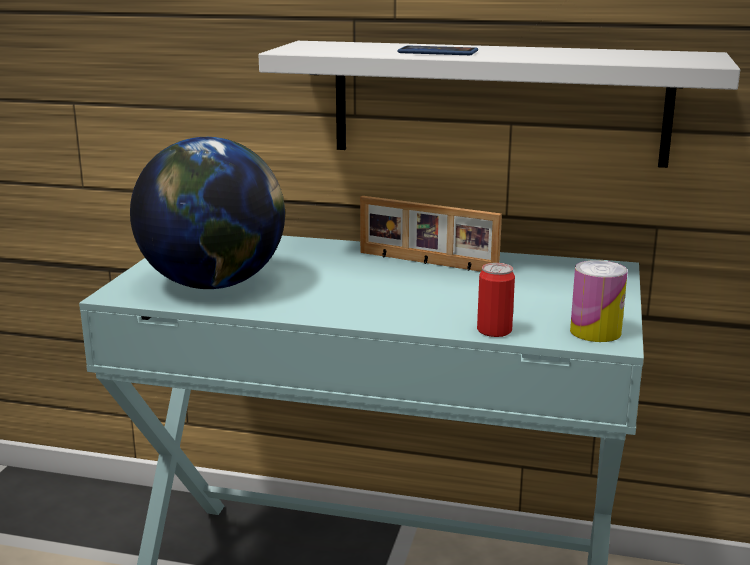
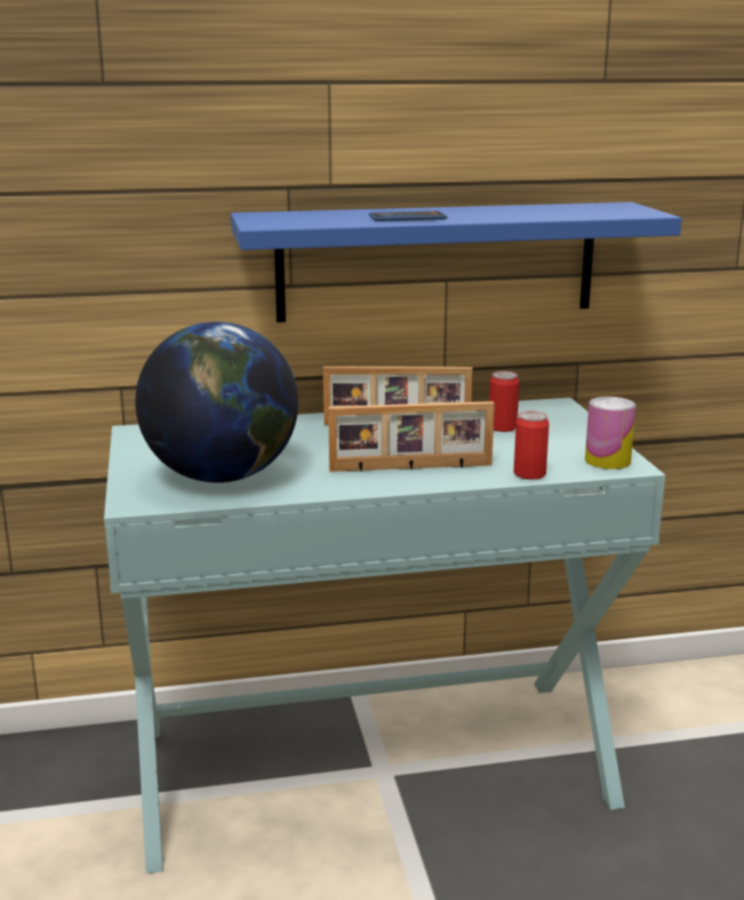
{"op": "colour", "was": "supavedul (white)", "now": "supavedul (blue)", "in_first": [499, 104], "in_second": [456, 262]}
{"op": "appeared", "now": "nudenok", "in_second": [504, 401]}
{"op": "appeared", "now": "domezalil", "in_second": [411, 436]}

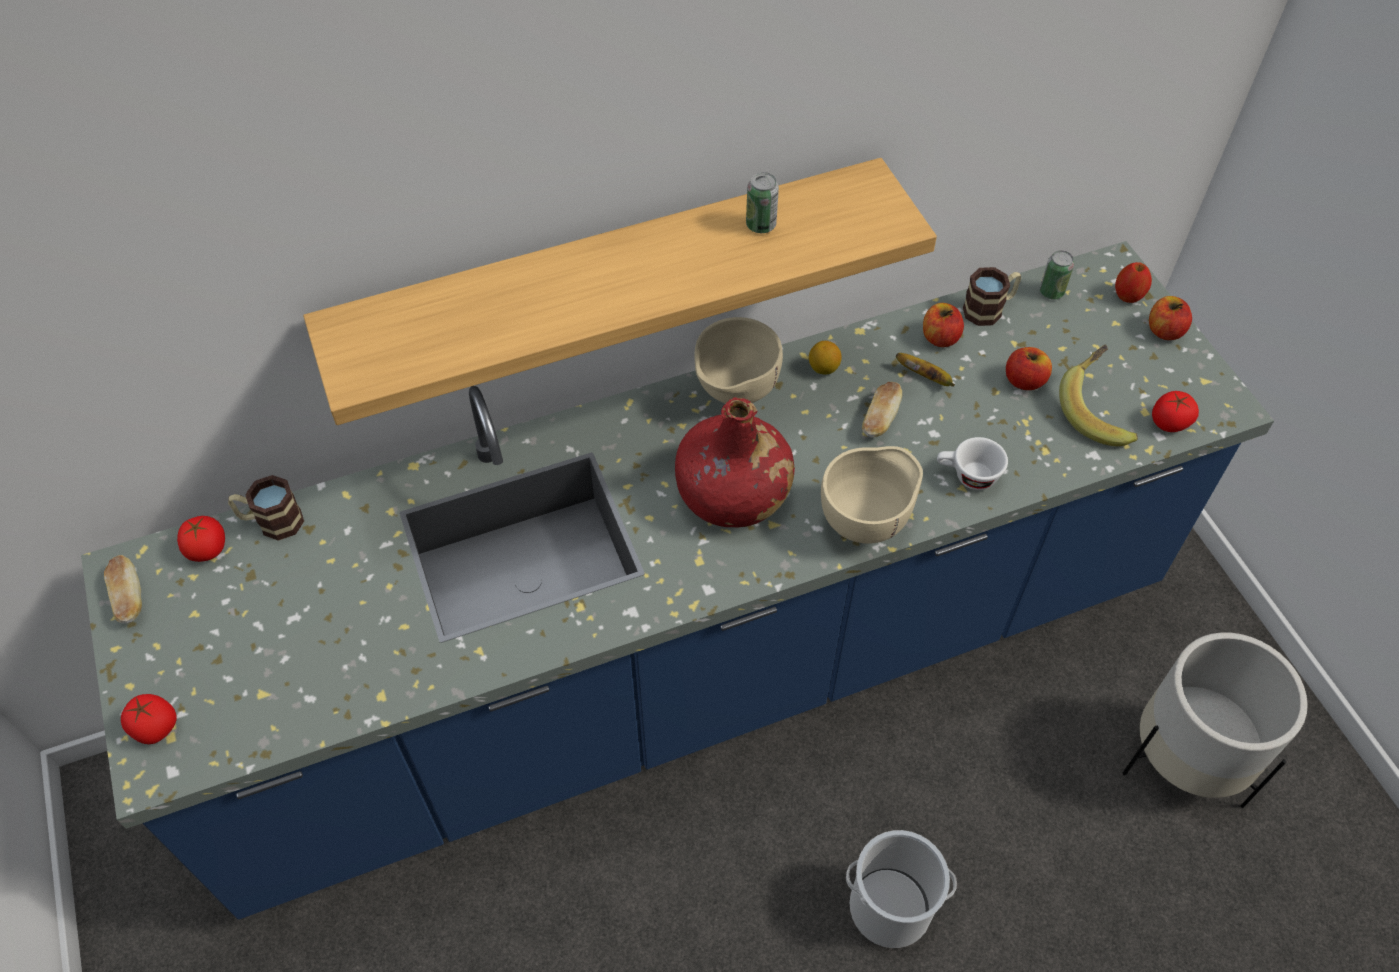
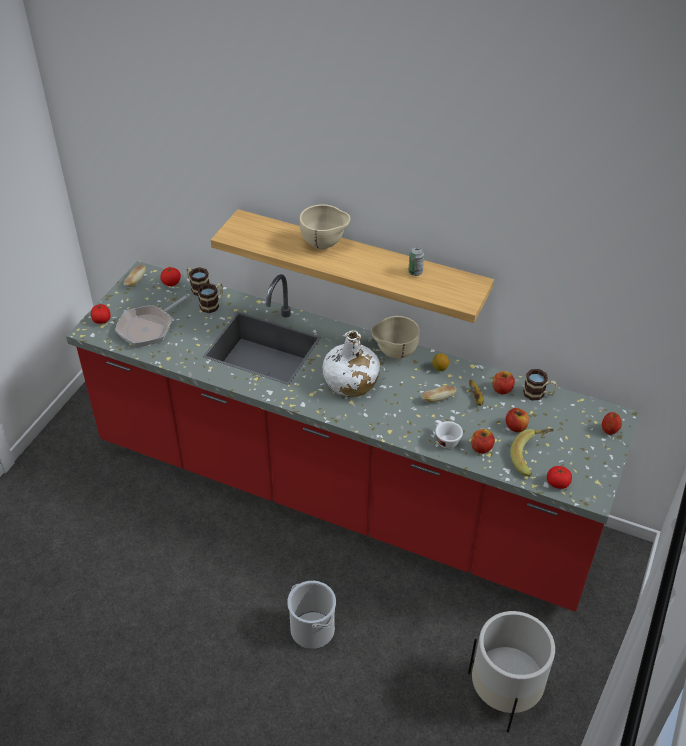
{"op": "colour", "was": "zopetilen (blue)", "now": "zopetilen (red)", "in_first": [677, 580], "in_second": [353, 436]}
{"op": "missing", "was": "nudenok", "in_first": [1057, 275]}
{"op": "relocated", "was": "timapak", "in_first": [1170, 318], "in_second": [483, 441]}
{"op": "colour", "was": "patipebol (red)", "now": "patipebol (white)", "in_first": [735, 462], "in_second": [351, 364]}
{"op": "relocated", "was": "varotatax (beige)", "in_first": [872, 495], "in_second": [324, 226]}
{"op": "appeared", "now": "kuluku", "in_second": [210, 298]}
{"op": "appeared", "now": "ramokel", "in_second": [152, 320]}

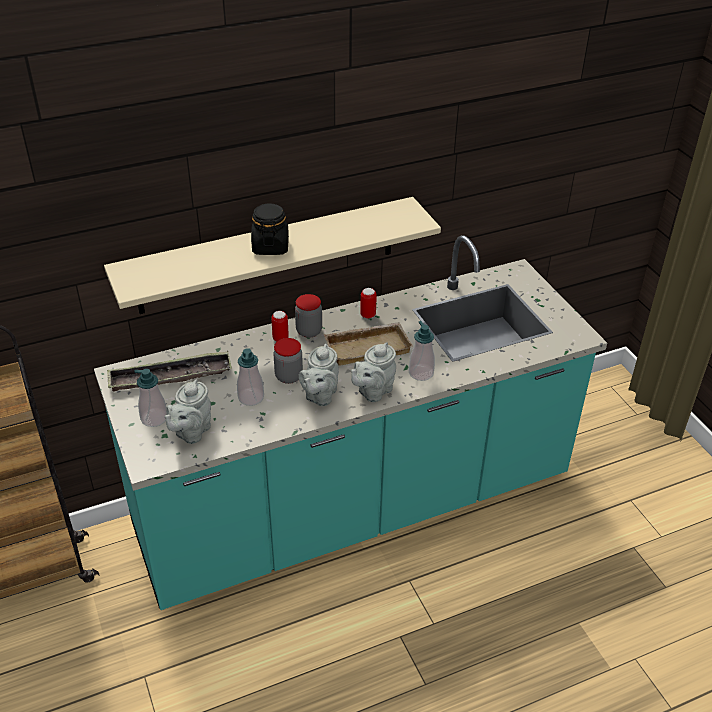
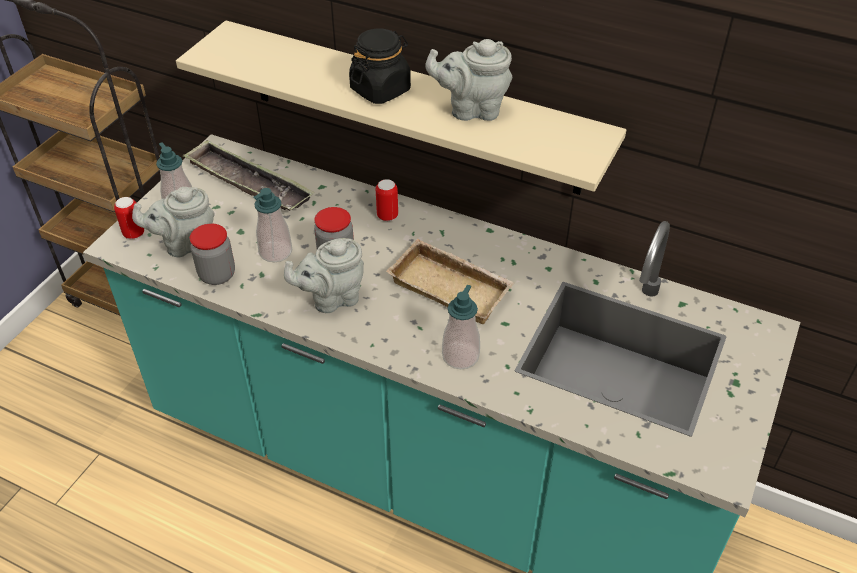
{"op": "relocated", "was": "nudenok", "in_first": [368, 303], "in_second": [129, 218]}
{"op": "relocated", "was": "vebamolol", "in_first": [308, 316], "in_second": [212, 254]}
{"op": "relocated", "was": "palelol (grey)", "in_first": [373, 372], "in_second": [468, 80]}

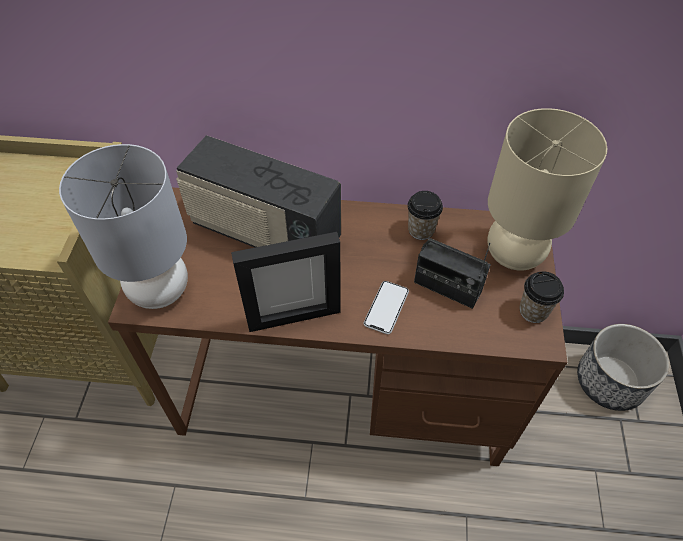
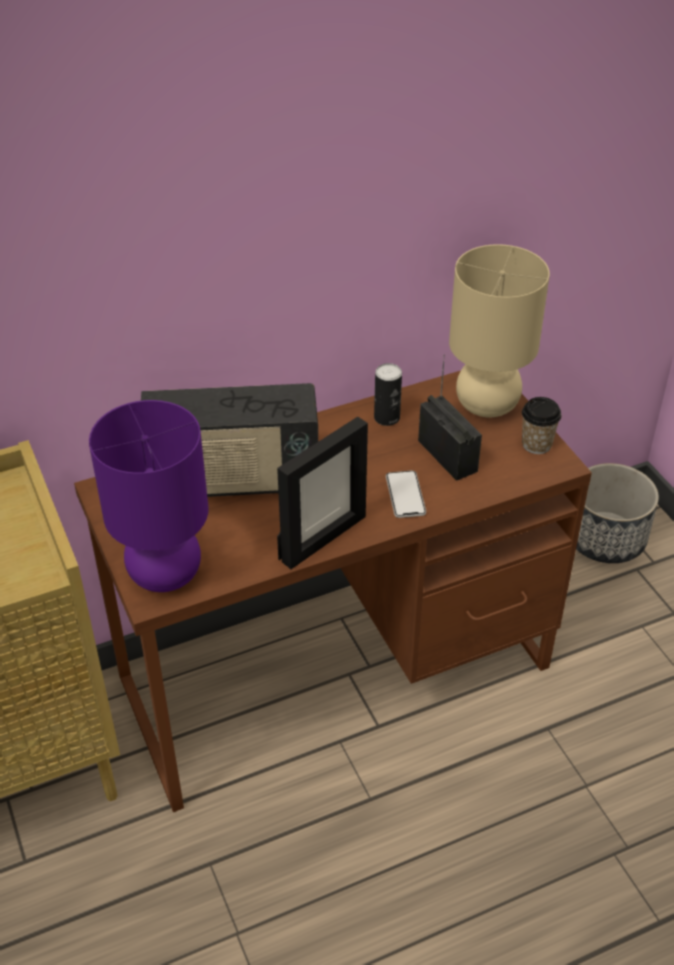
{"op": "colour", "was": "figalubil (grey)", "now": "figalubil (purple)", "in_first": [123, 226], "in_second": [149, 496]}
{"op": "exchanged", "was": "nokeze", "now": "nudenok", "in_first": [425, 215], "in_second": [388, 394]}
{"op": "spun", "was": "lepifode", "in_first": [452, 273], "in_second": [450, 418], "clockwise": -120}

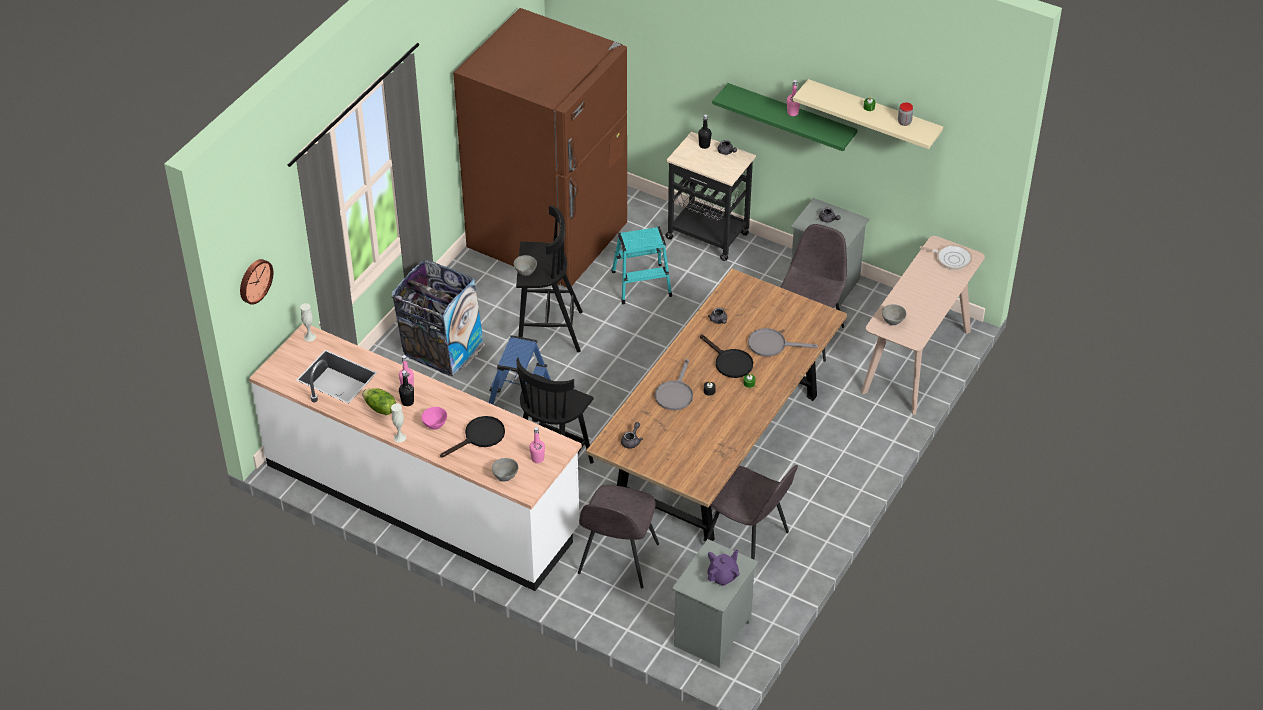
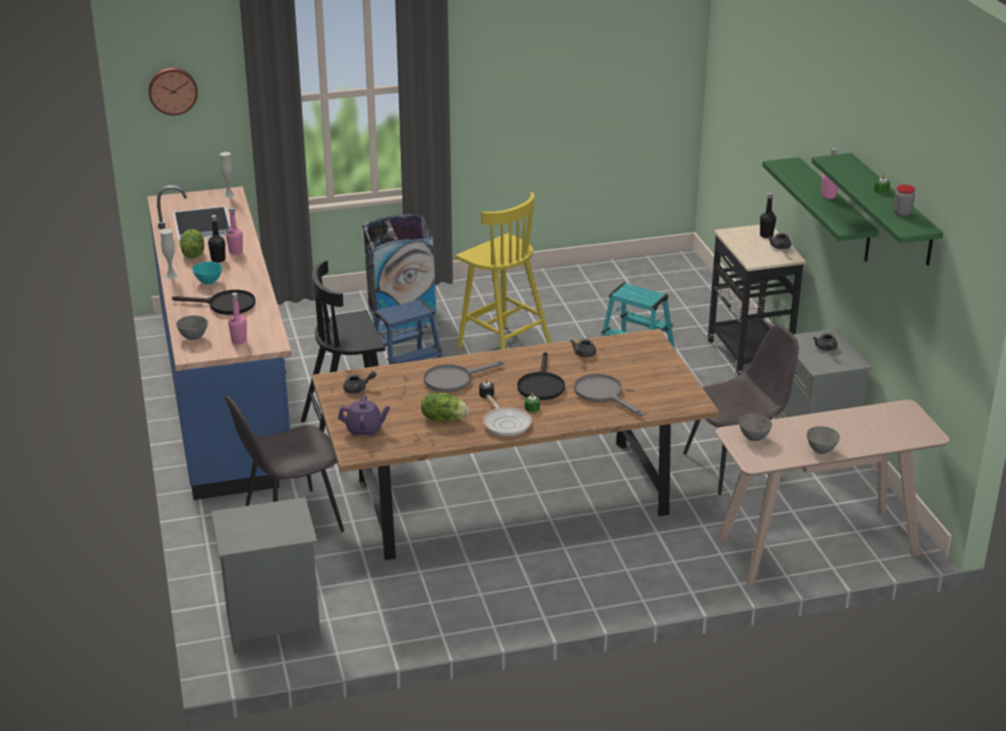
{"op": "missing", "was": "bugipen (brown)", "in_first": [540, 147]}
{"op": "colour", "was": "supavedul (beige)", "now": "supavedul (green)", "in_first": [868, 114], "in_second": [877, 209]}
{"op": "colour", "was": "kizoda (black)", "now": "kizoda (yellow)", "in_first": [549, 279], "in_second": [503, 271]}
{"op": "relocated", "was": "ramokel", "in_first": [946, 257], "in_second": [507, 415]}
{"op": "relocated", "was": "varotatax (grey)", "in_first": [525, 265], "in_second": [823, 440]}
{"op": "colour", "was": "zopetilen (white)", "now": "zopetilen (blue)", "in_first": [415, 457], "in_second": [219, 342]}
{"op": "colour", "was": "varotatax (pink)", "now": "varotatax (turquoise)", "in_first": [434, 418], "in_second": [207, 273]}
{"op": "missing", "was": "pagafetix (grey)", "in_first": [751, 512]}
{"op": "relocated", "was": "palelol (purple)", "in_first": [723, 568], "in_second": [364, 416]}
{"op": "appeared", "now": "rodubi", "in_second": [445, 406]}

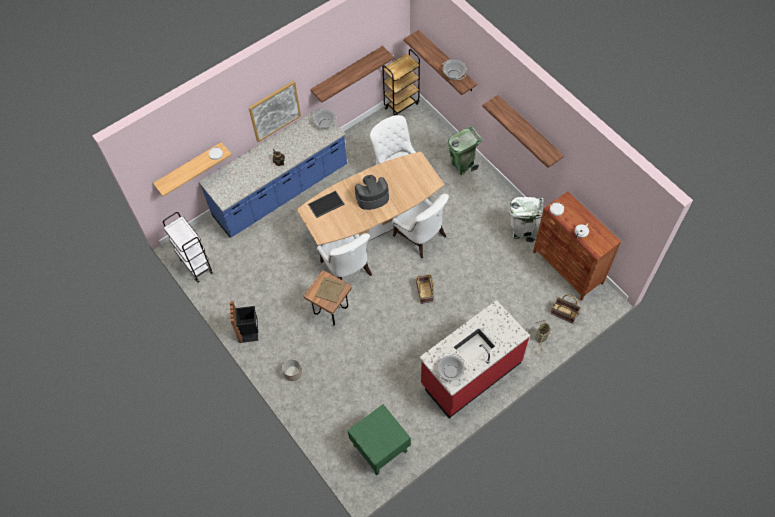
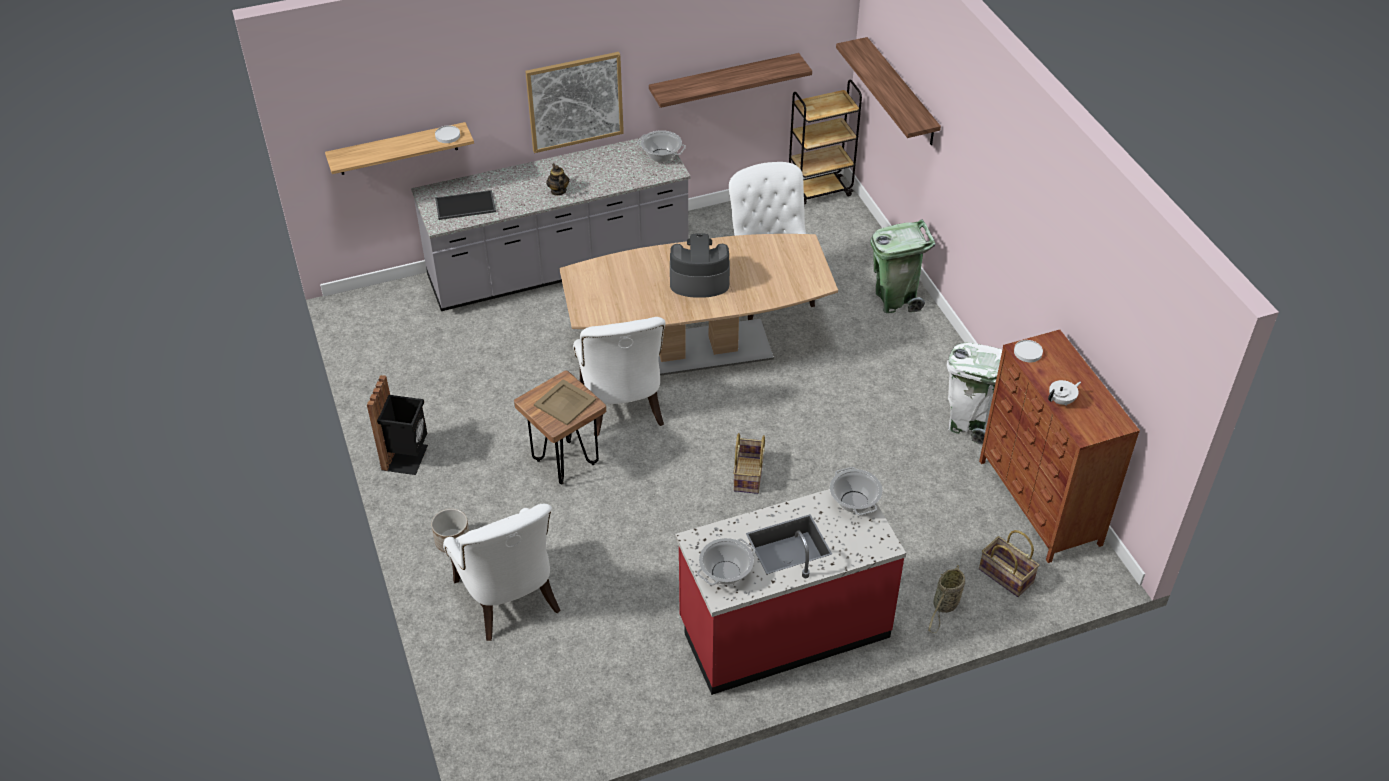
{"op": "relocated", "was": "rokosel", "in_first": [454, 69], "in_second": [856, 491]}
{"op": "missing", "was": "supavedul", "in_first": [523, 131]}
{"op": "colour", "was": "zopetilen (blue)", "now": "zopetilen (grey)", "in_first": [273, 173], "in_second": [551, 224]}
{"op": "relocated", "was": "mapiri", "in_first": [326, 204], "in_second": [465, 205]}
{"op": "relocated", "was": "pagafetix (white)", "in_first": [420, 226], "in_second": [501, 572]}
{"op": "missing", "was": "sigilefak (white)", "in_first": [187, 247]}
{"op": "missing", "was": "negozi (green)", "in_first": [379, 439]}

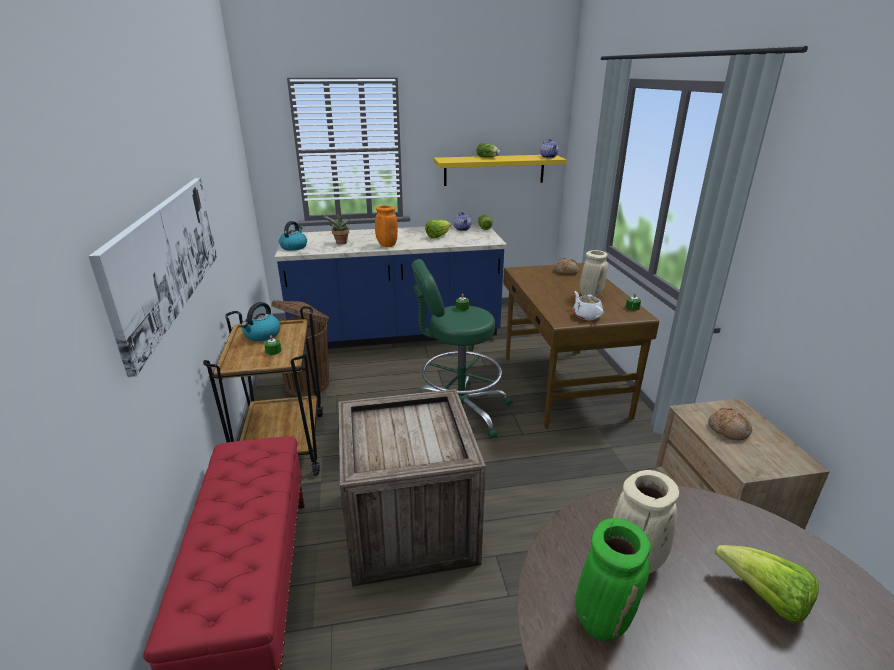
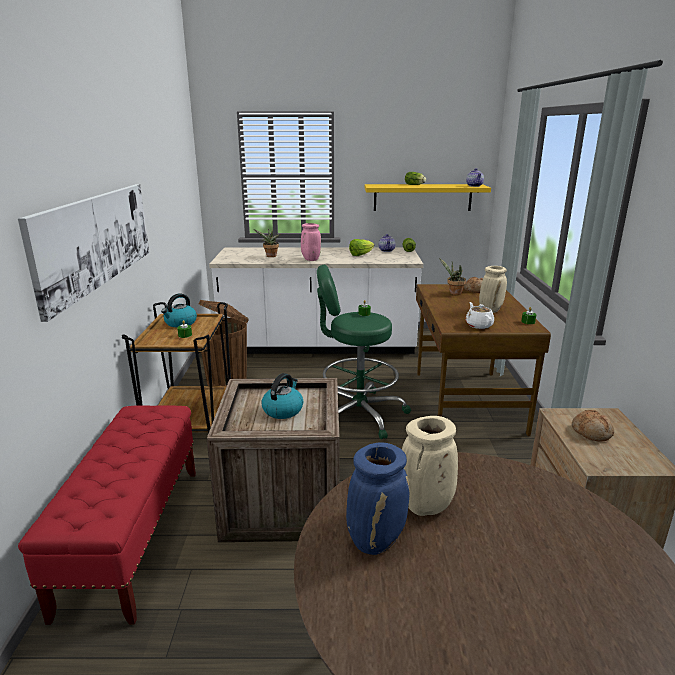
{"op": "colour", "was": "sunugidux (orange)", "now": "sunugidux (pink)", "in_first": [386, 226], "in_second": [311, 242]}
{"op": "relocated", "was": "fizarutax", "in_first": [293, 236], "in_second": [282, 396]}
{"op": "colour", "was": "zopetilen (blue)", "now": "zopetilen (white)", "in_first": [391, 286], "in_second": [316, 300]}
{"op": "colour", "was": "sunugidux (green)", "now": "sunugidux (blue)", "in_first": [613, 579], "in_second": [378, 499]}
{"op": "missing", "was": "rodubi", "in_first": [767, 584]}
{"op": "appeared", "now": "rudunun", "in_second": [452, 276]}

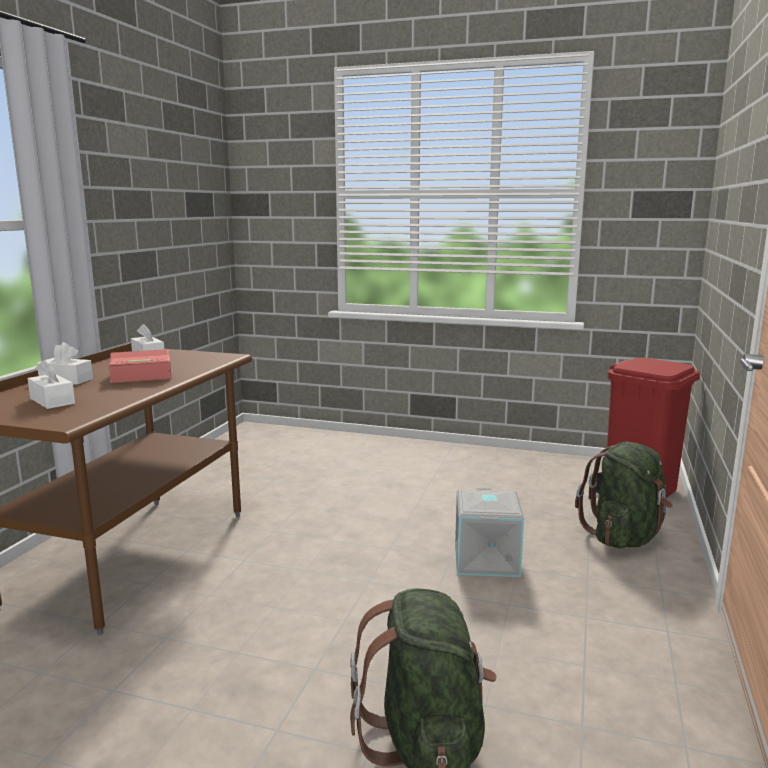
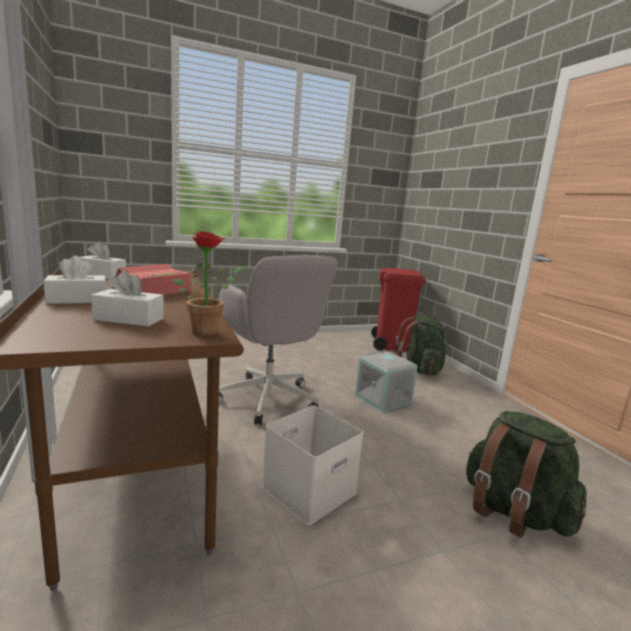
{"op": "appeared", "now": "rudunun", "in_second": [210, 283]}
{"op": "appeared", "now": "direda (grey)", "in_second": [278, 340]}
{"op": "appeared", "now": "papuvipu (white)", "in_second": [313, 465]}

